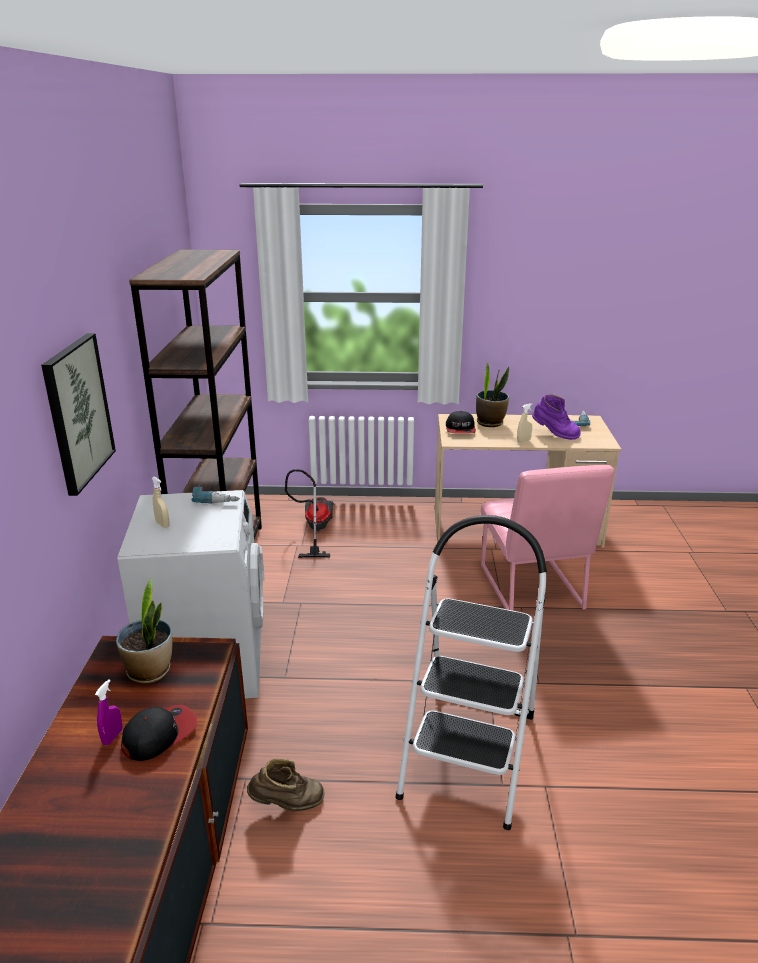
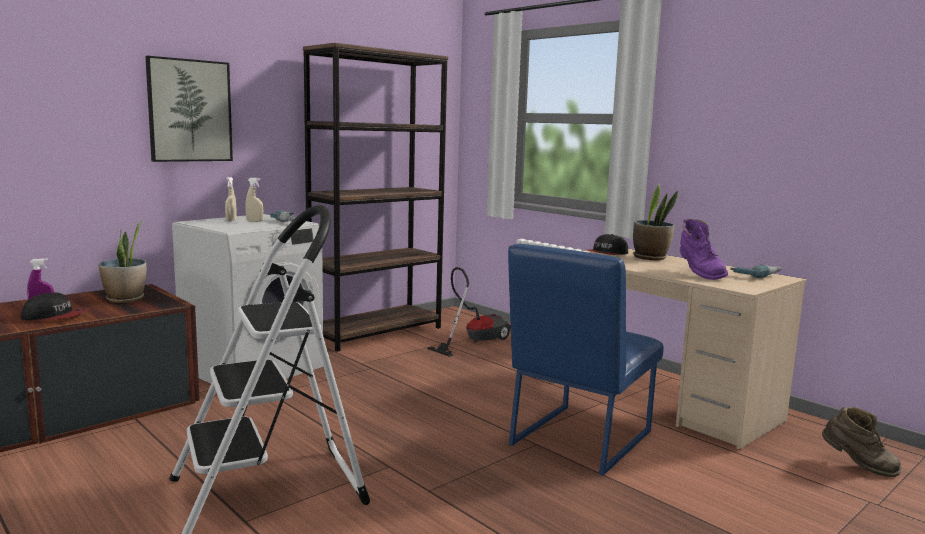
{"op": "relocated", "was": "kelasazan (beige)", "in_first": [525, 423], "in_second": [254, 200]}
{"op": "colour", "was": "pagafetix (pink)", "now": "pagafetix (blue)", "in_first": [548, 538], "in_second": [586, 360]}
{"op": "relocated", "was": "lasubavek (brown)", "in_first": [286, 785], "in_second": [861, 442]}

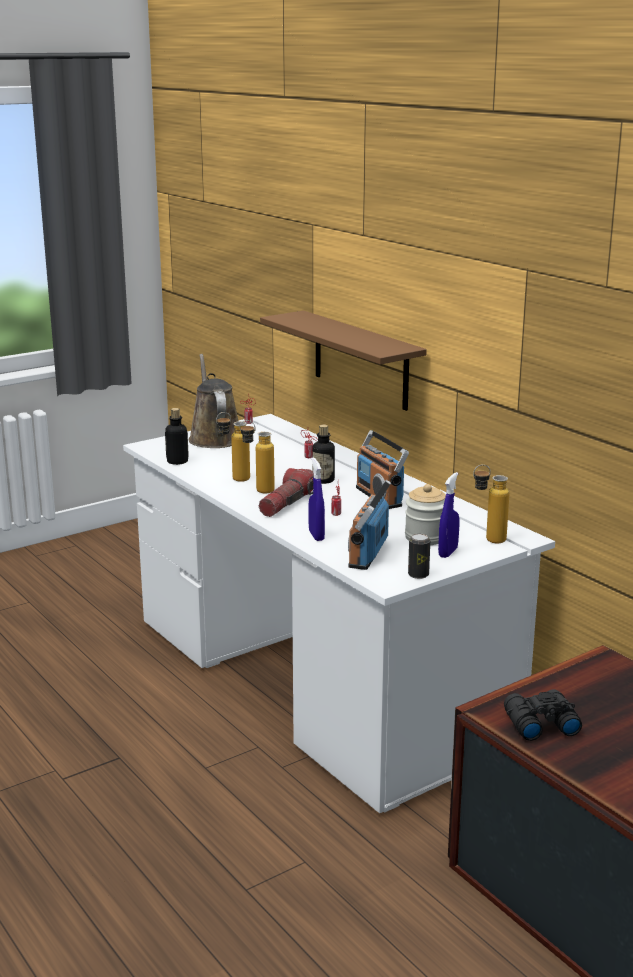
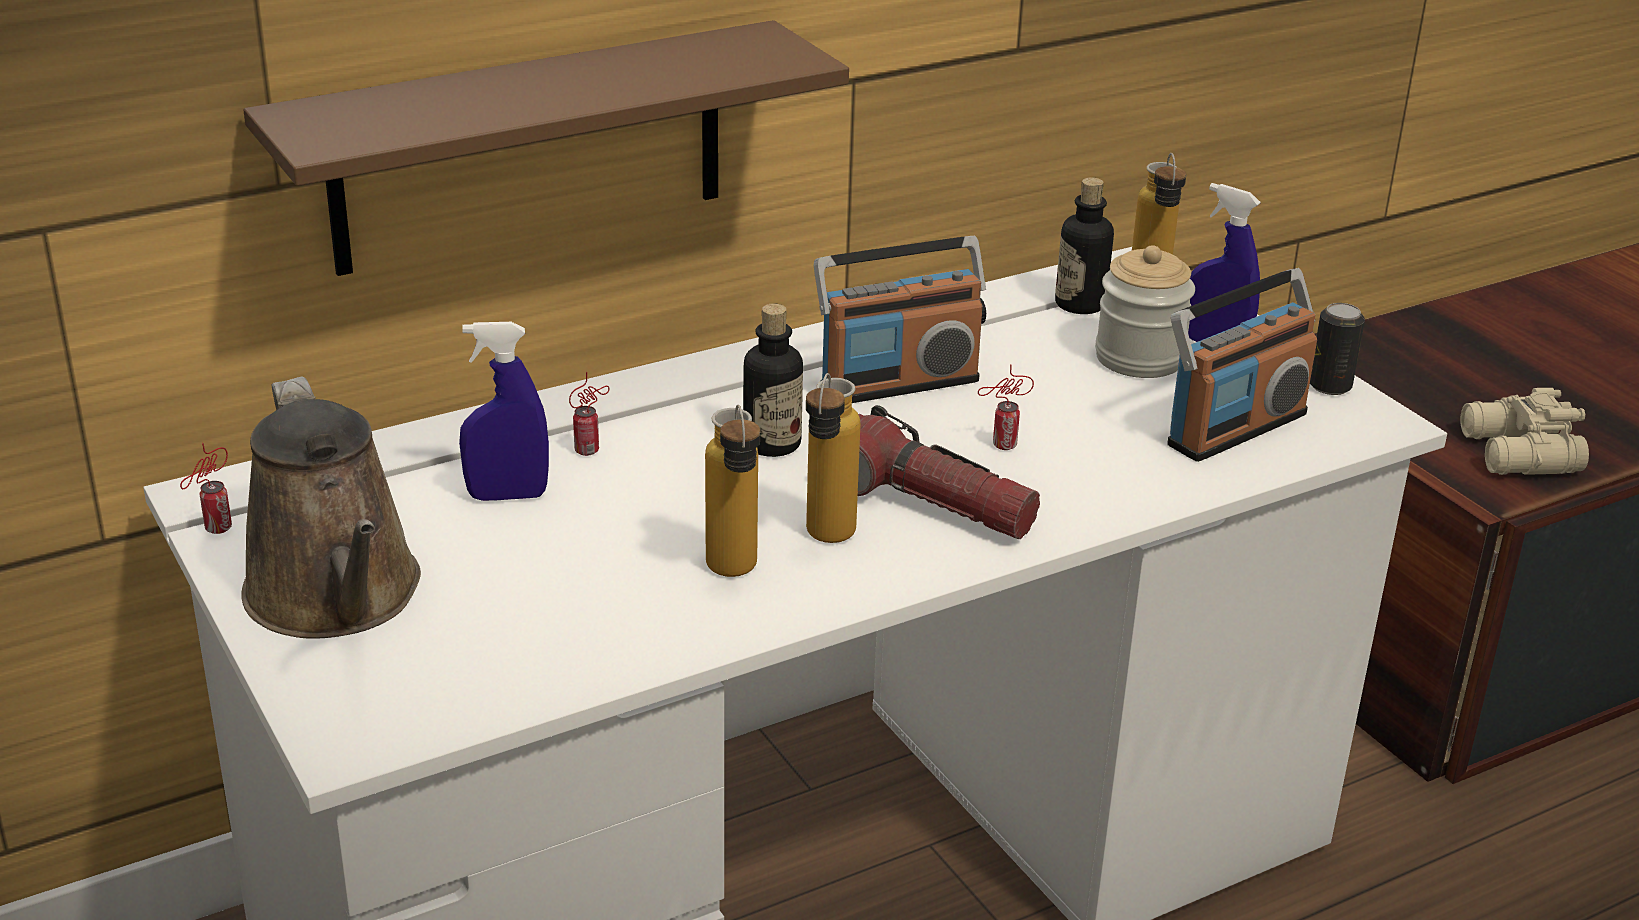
{"op": "spun", "was": "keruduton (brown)", "in_first": [213, 401], "in_second": [331, 507], "clockwise": -105}
{"op": "relocated", "was": "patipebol", "in_first": [177, 436], "in_second": [1084, 245]}
{"op": "relocated", "was": "kelasazan (blue)", "in_first": [316, 499], "in_second": [504, 411]}
{"op": "spun", "was": "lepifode", "in_first": [369, 525], "in_second": [1242, 365], "clockwise": -60}
{"op": "colour", "was": "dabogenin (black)", "now": "dabogenin (beige)", "in_first": [543, 715], "in_second": [1524, 431]}

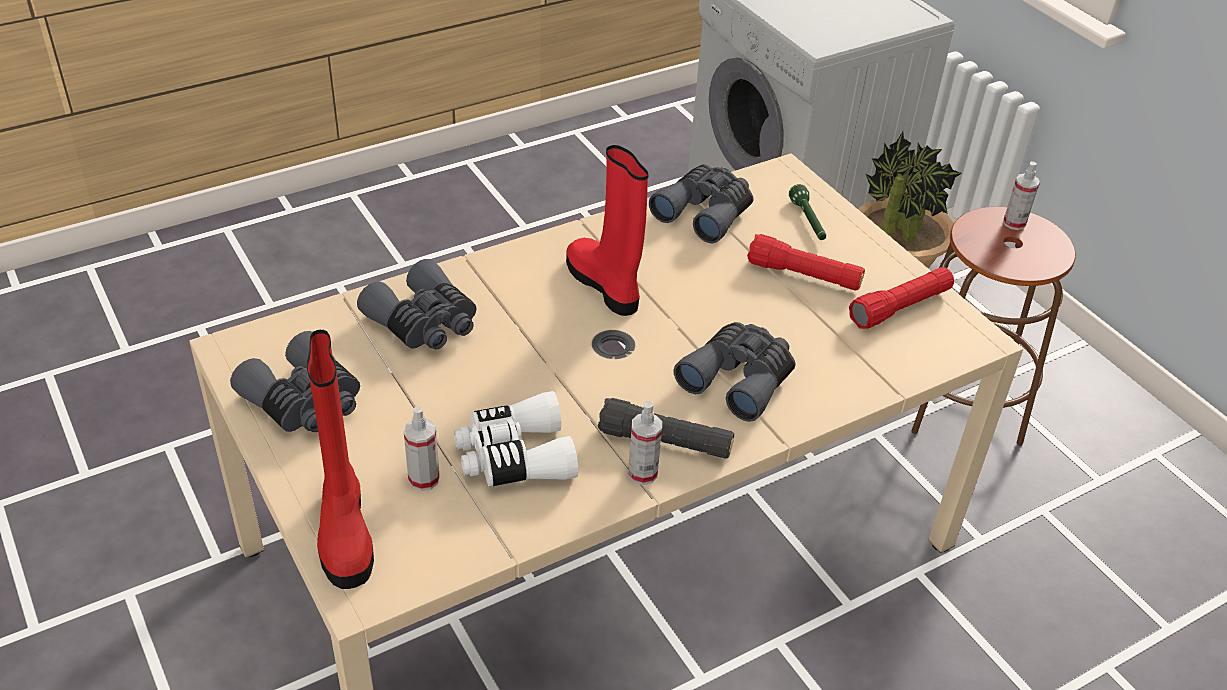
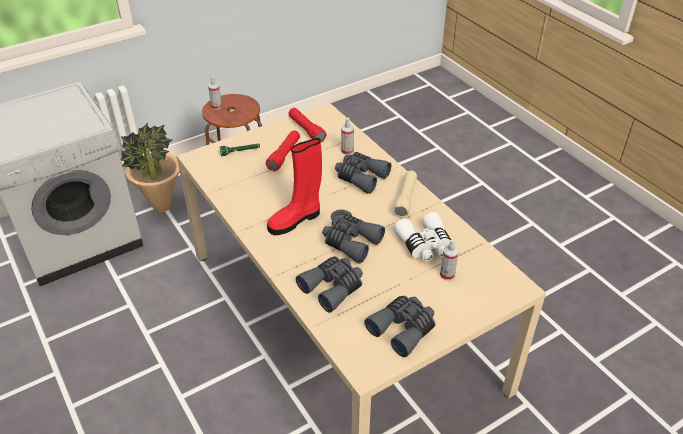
{"op": "relocated", "was": "dabogenin (grey)", "in_first": [701, 203], "in_second": [353, 238]}
{"op": "missing", "was": "lasubavek (red)", "in_first": [340, 459]}
{"op": "colour", "was": "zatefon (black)", "now": "zatefon (beige)", "in_first": [666, 428], "in_second": [405, 194]}
{"op": "relocated", "was": "kelasazan", "in_first": [645, 443], "in_second": [347, 136]}

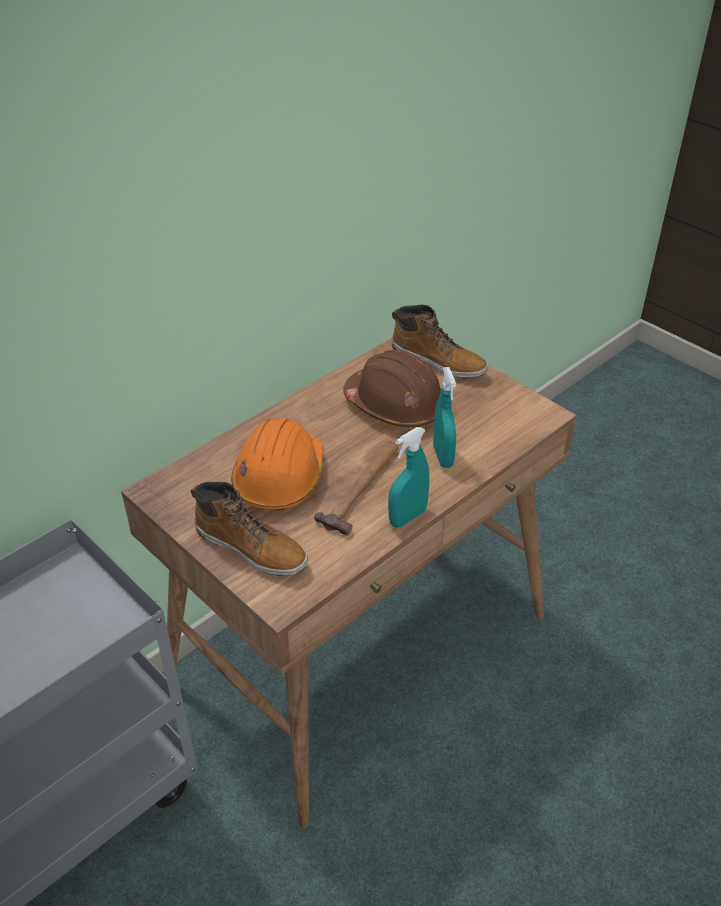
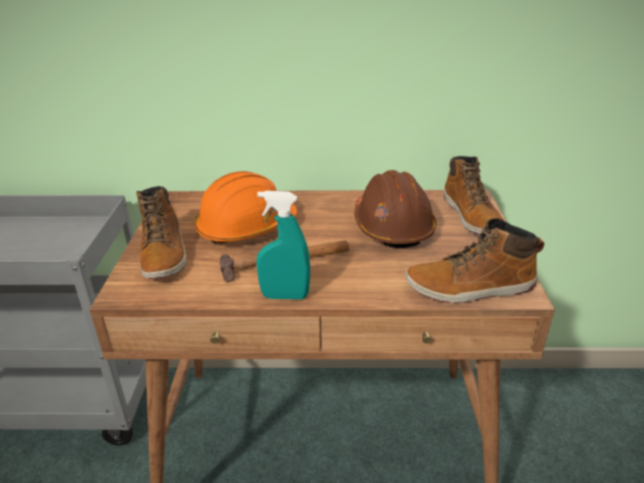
{"op": "missing", "was": "kelasazan (turquoise)", "in_first": [444, 417]}
{"op": "appeared", "now": "lasubavek", "in_second": [475, 260]}

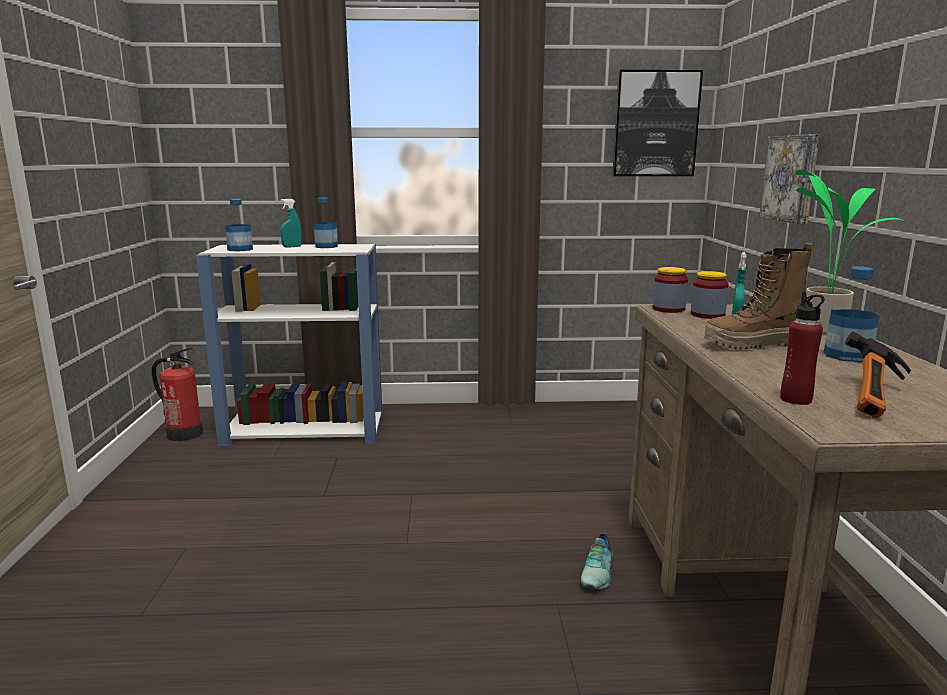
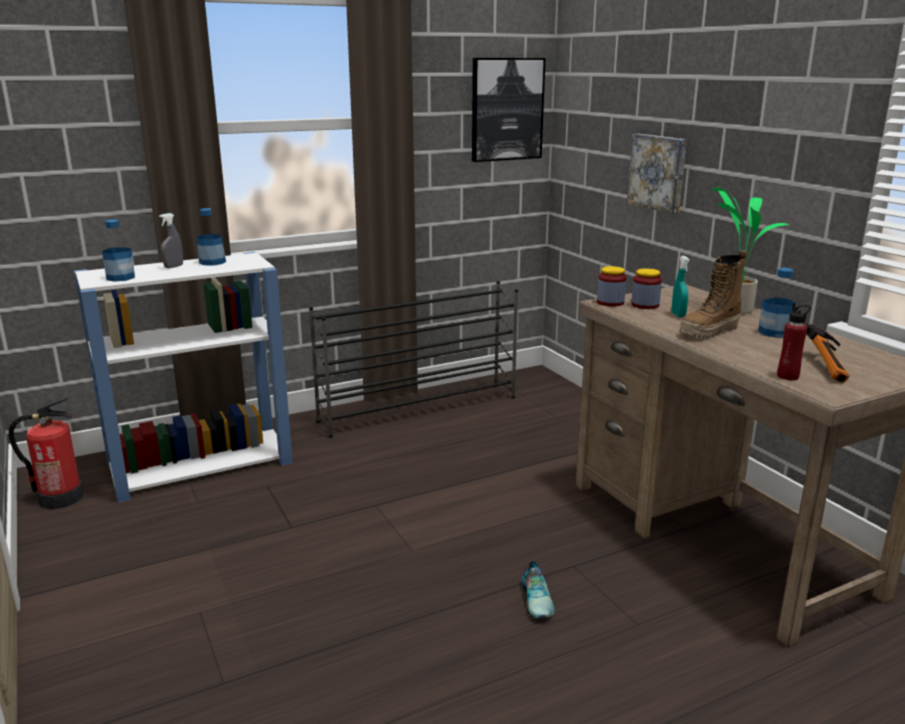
{"op": "colour", "was": "kelasazan (turquoise)", "now": "kelasazan (grey)", "in_first": [291, 223], "in_second": [171, 240]}
{"op": "relocated", "was": "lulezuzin", "in_first": [596, 561], "in_second": [538, 589]}
{"op": "appeared", "now": "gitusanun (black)", "in_second": [413, 359]}

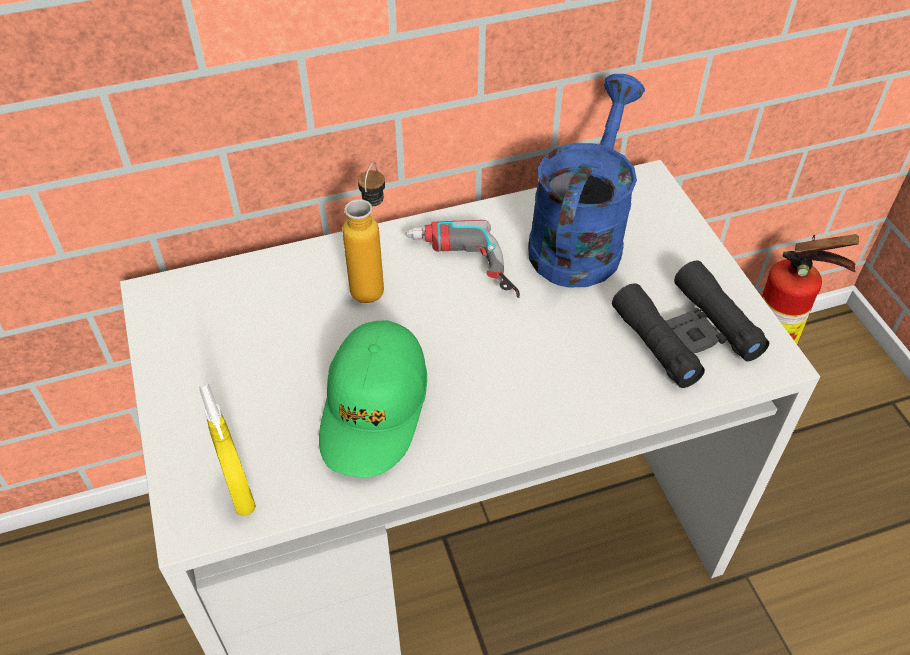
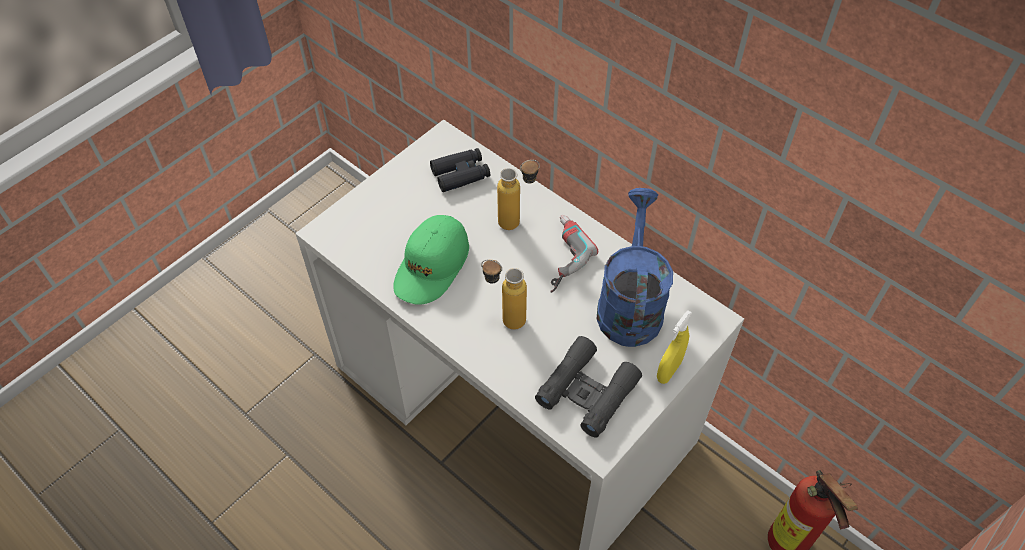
{"op": "spun", "was": "keruduton (blue)", "in_first": [586, 181], "in_second": [635, 267], "clockwise": -75}
{"op": "spun", "was": "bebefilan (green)", "in_first": [373, 398], "in_second": [431, 260], "clockwise": -45}
{"op": "relocated", "was": "kelasazan (yellow)", "in_first": [227, 450], "in_second": [674, 347]}
{"op": "appeared", "now": "dabogenin (black)", "in_second": [460, 170]}
{"op": "appeared", "now": "patipebol", "in_second": [504, 294]}

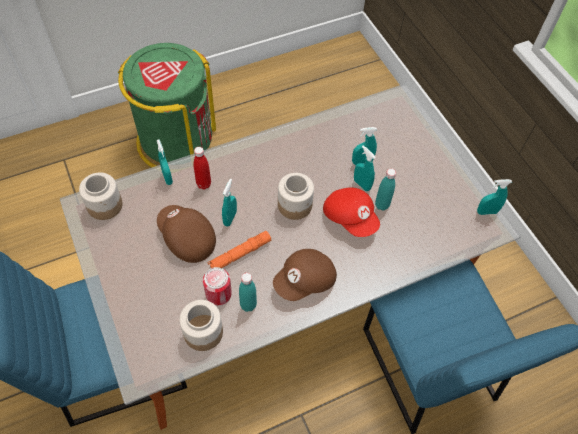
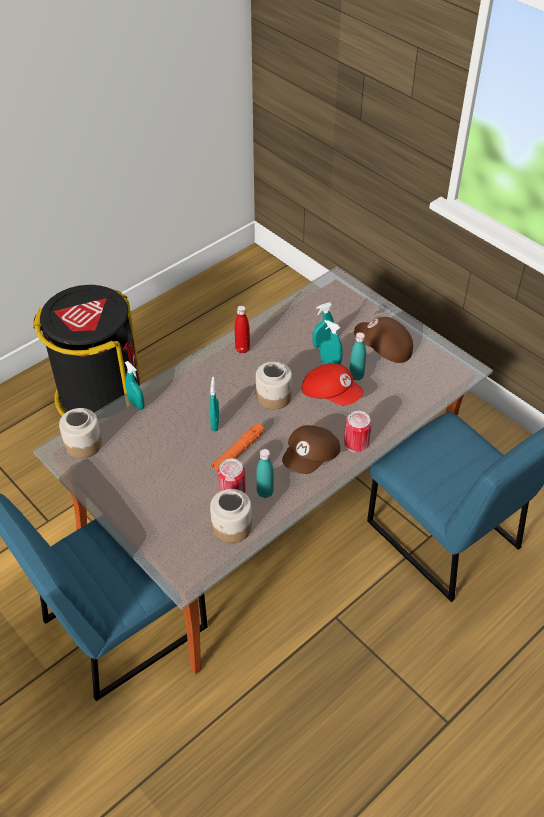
{"op": "colour", "was": "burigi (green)", "now": "burigi (black)", "in_first": [167, 105], "in_second": [86, 350]}
{"op": "relocated", "was": "patipebol (red)", "in_first": [202, 168], "in_second": [242, 329]}
{"op": "missing", "was": "kelasazan (turquoise)", "in_first": [494, 197]}
{"op": "relocated", "was": "bebefilan (brown)", "in_first": [186, 234], "in_second": [383, 340]}
{"op": "appeared", "now": "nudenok", "in_second": [358, 431]}

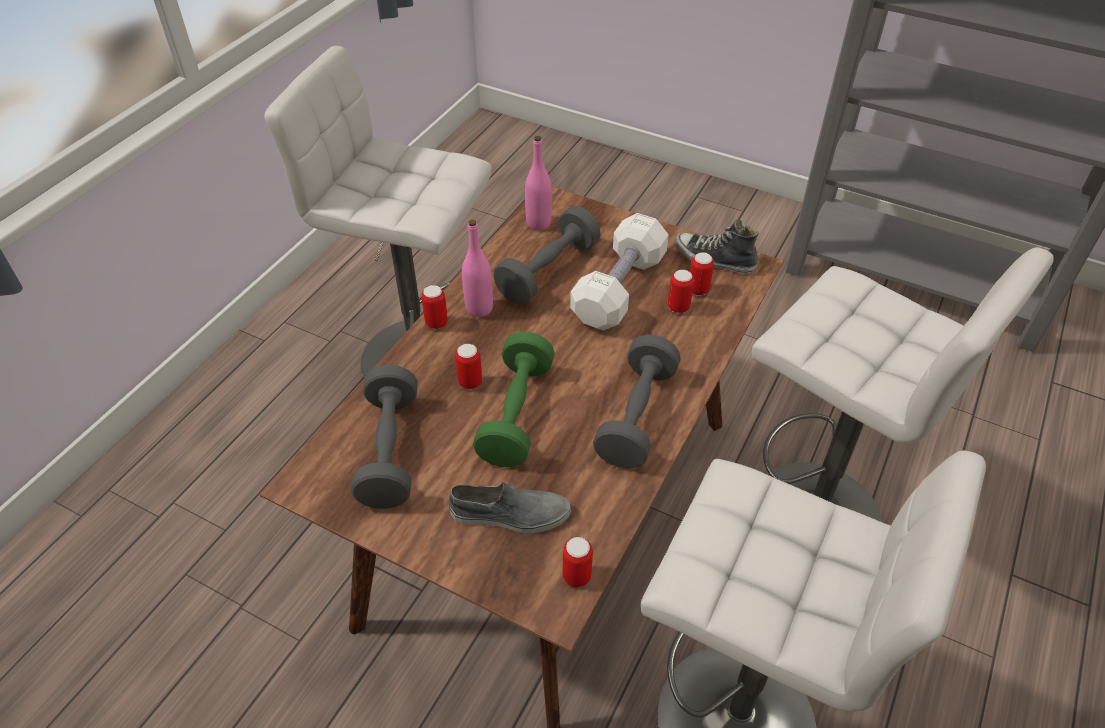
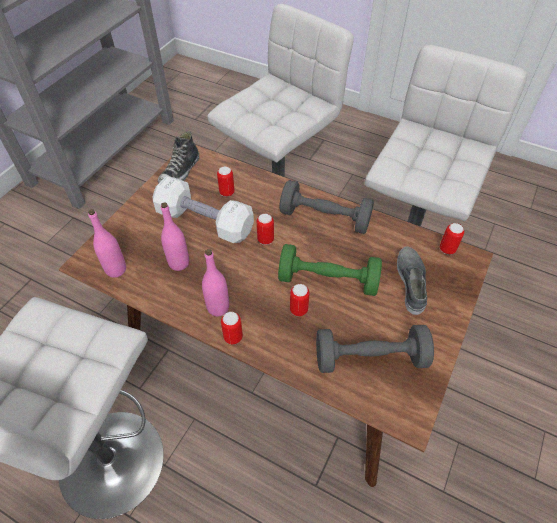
{"op": "exchanged", "was": "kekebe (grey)", "now": "patipebol (pink)", "in_first": [547, 255], "in_second": [175, 236]}
{"op": "relocated", "was": "nudenok", "in_first": [702, 274], "in_second": [265, 229]}

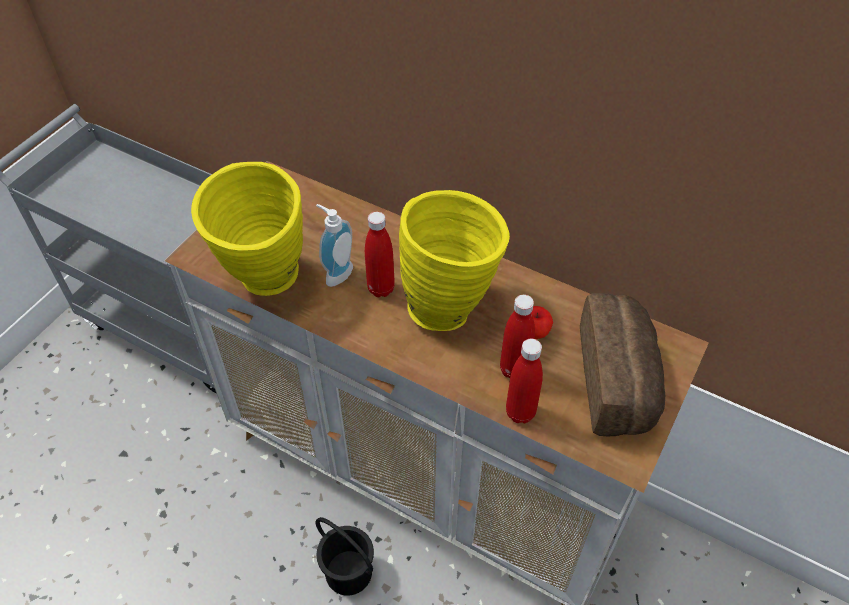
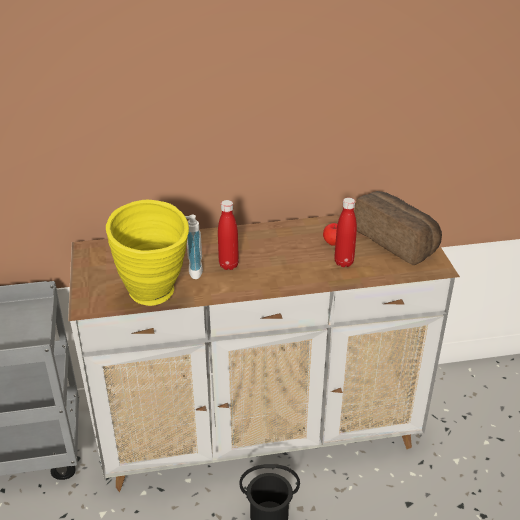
{"op": "missing", "was": "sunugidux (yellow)", "in_first": [454, 260]}
{"op": "missing", "was": "patipebol (red)", "in_first": [524, 381]}

